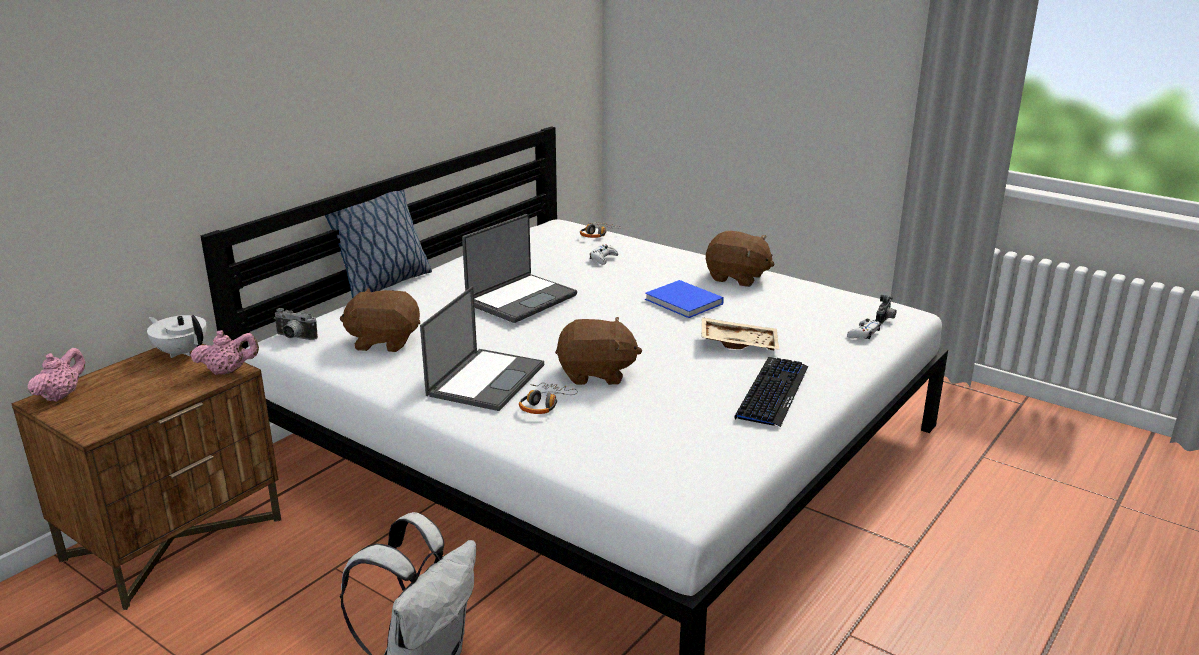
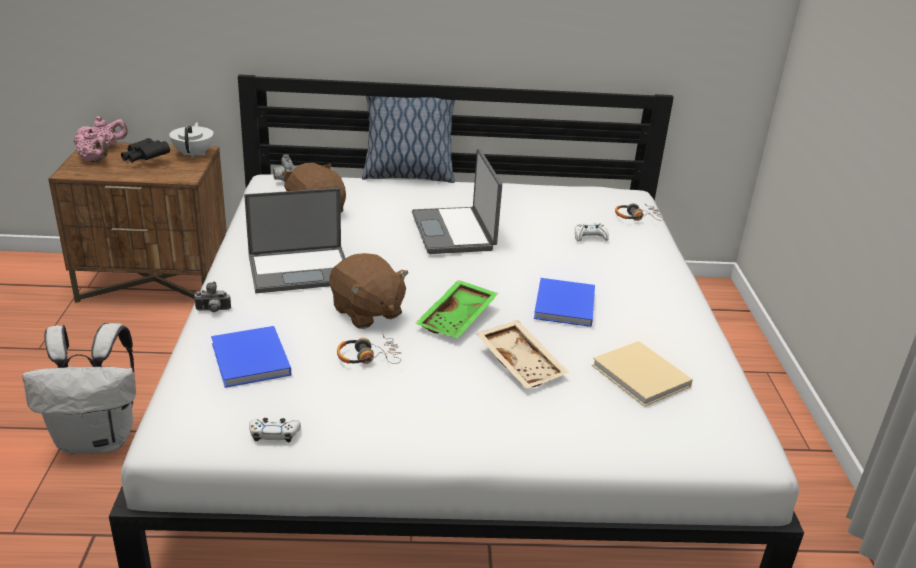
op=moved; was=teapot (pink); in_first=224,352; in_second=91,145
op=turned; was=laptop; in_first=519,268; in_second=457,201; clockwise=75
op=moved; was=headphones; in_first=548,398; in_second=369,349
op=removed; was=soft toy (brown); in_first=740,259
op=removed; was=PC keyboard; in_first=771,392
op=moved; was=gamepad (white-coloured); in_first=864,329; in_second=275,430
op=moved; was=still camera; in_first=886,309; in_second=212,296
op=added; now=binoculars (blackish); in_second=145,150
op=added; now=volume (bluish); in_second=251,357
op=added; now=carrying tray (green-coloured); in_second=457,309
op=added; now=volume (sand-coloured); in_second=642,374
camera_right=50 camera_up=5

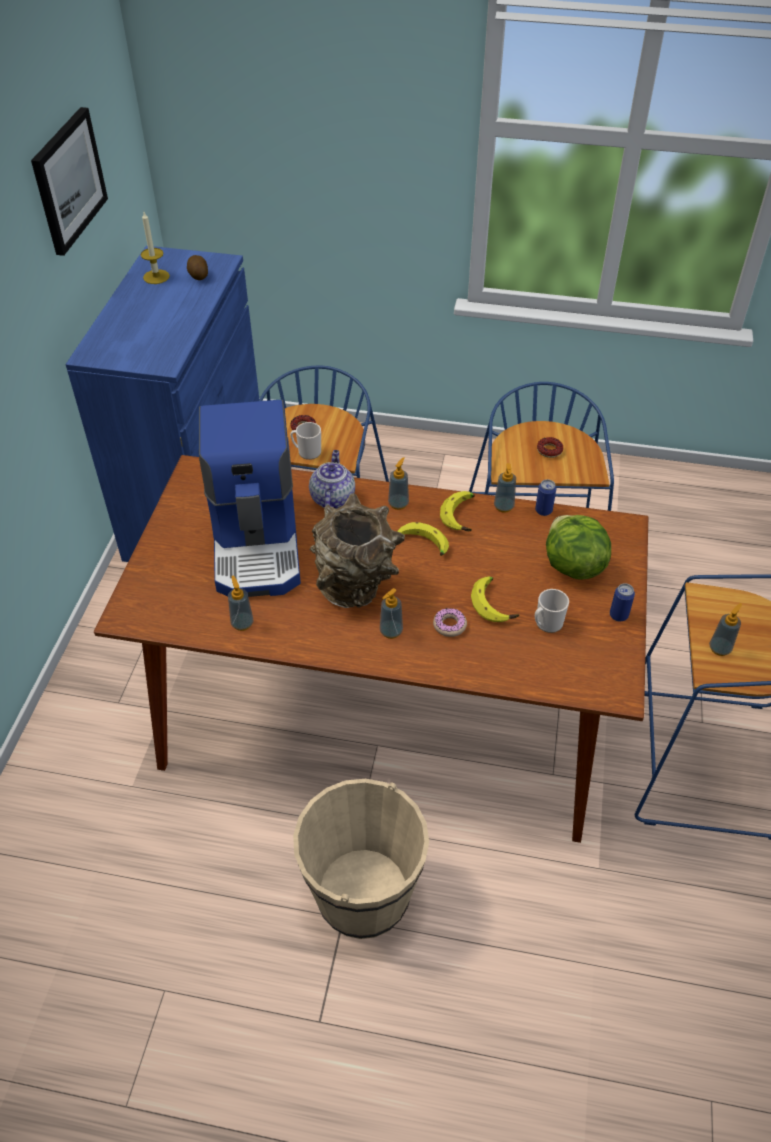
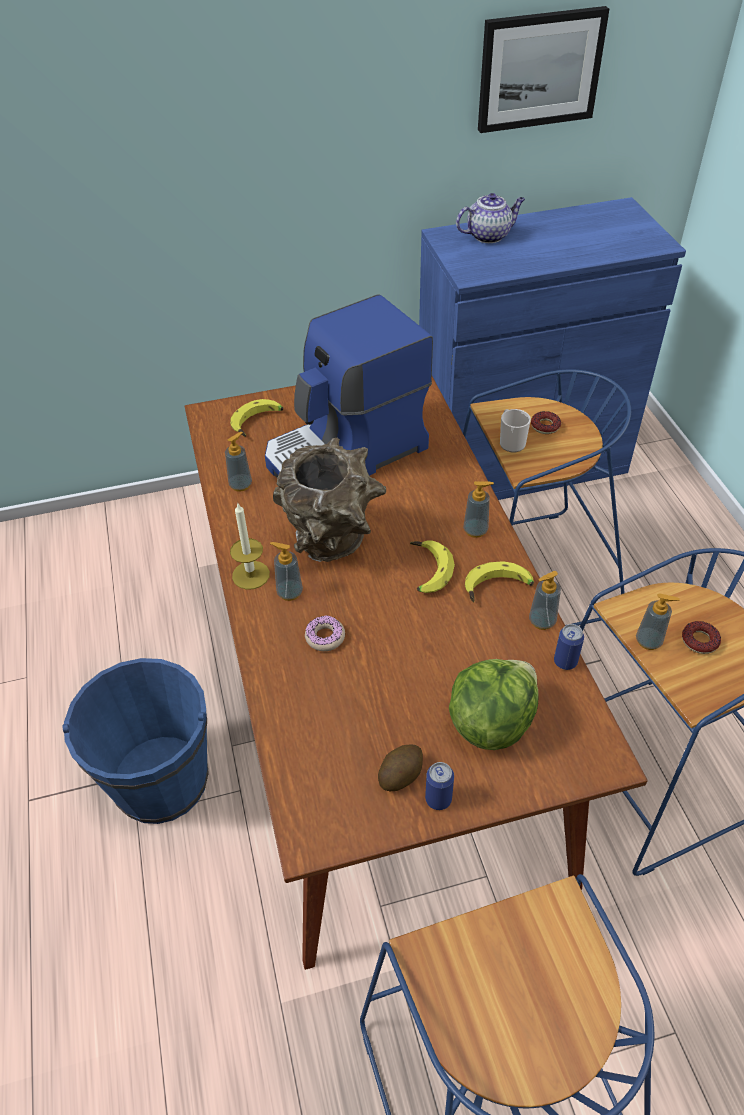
op=moved; was=candle; in_first=155,248; in_second=250,546
op=moved; was=spud; in_first=197,267; in_second=400,767
op=recoloured; was=pail (sand-coloured); now=pail (bluish); in_first=361,859; in_second=135,741
op=moved; was=teapot; in_first=332,479; in_second=490,218
op=moved; was=banana fruit; in_first=495,599; in_second=256,418
op=removed; was=mug; in_first=552,611
op=moved; was=liquid soap bottle; in_first=725,629; in_second=658,621
camera_right=65 camera_up=0

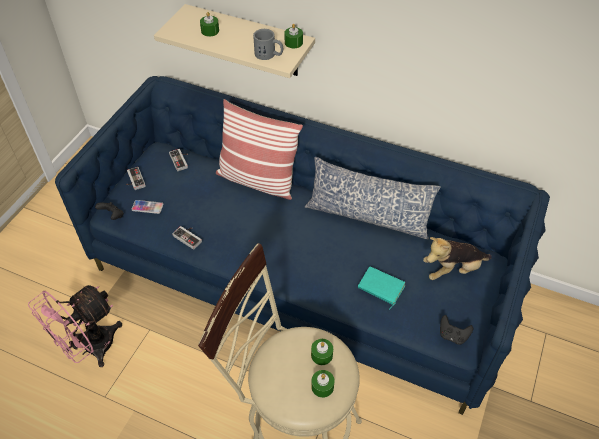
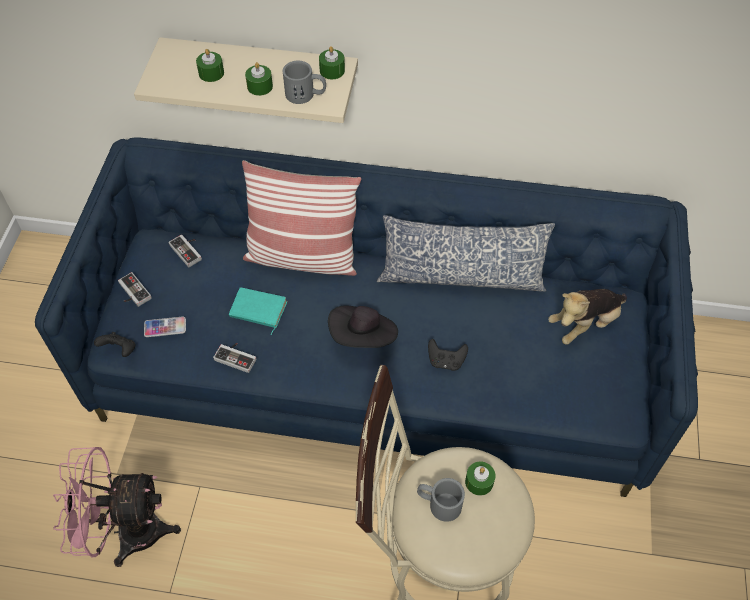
op=turned; was=electric fan (pink); in_first=75,326; in_second=117,507; clockwise=60
op=moved; was=candle (green-coloured); in_first=323,384; in_second=259,79
op=moved; was=volume (blue-green); in_first=381,288; in_second=258,311
op=moved; was=gamepad (blackish); in_first=456,330; in_second=448,355
op=added; now=hat (blackish); in_second=363,326
op=added; now=mug (gray); in_second=441,500
camera_right=-15 camera_up=5

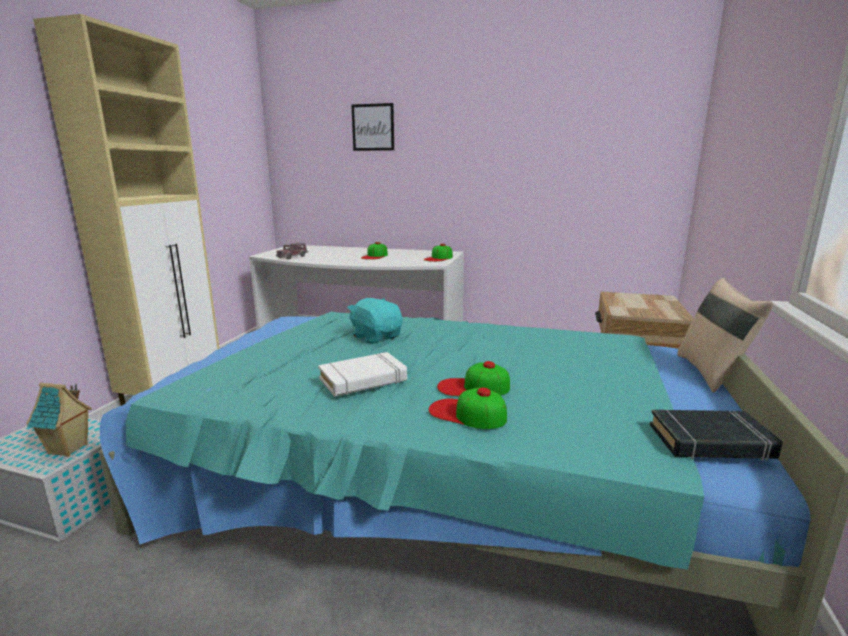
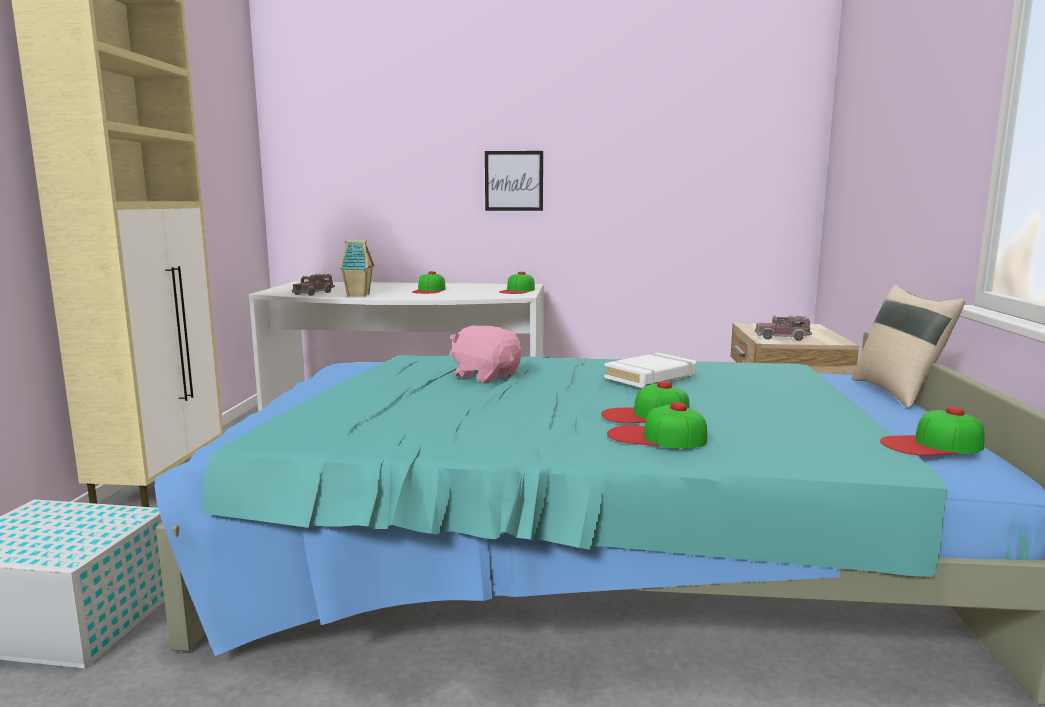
op=moved; was=toy house; in_first=59,420; in_second=356,268
op=moved; was=volume (white-coloured); in_first=362,374; in_second=650,370
op=recoloured; was=soft toy (blue-green); now=soft toy (pink); in_first=375,321; in_second=486,354
op=moved; was=picture; in_first=372,127; in_second=514,181
op=replaced; was=volume (blackish); now=baseball cap; in_first=716,435; in_second=932,431
op=added; now=toy lorry; in_second=783,327
camera_right=-10 camera_up=-5

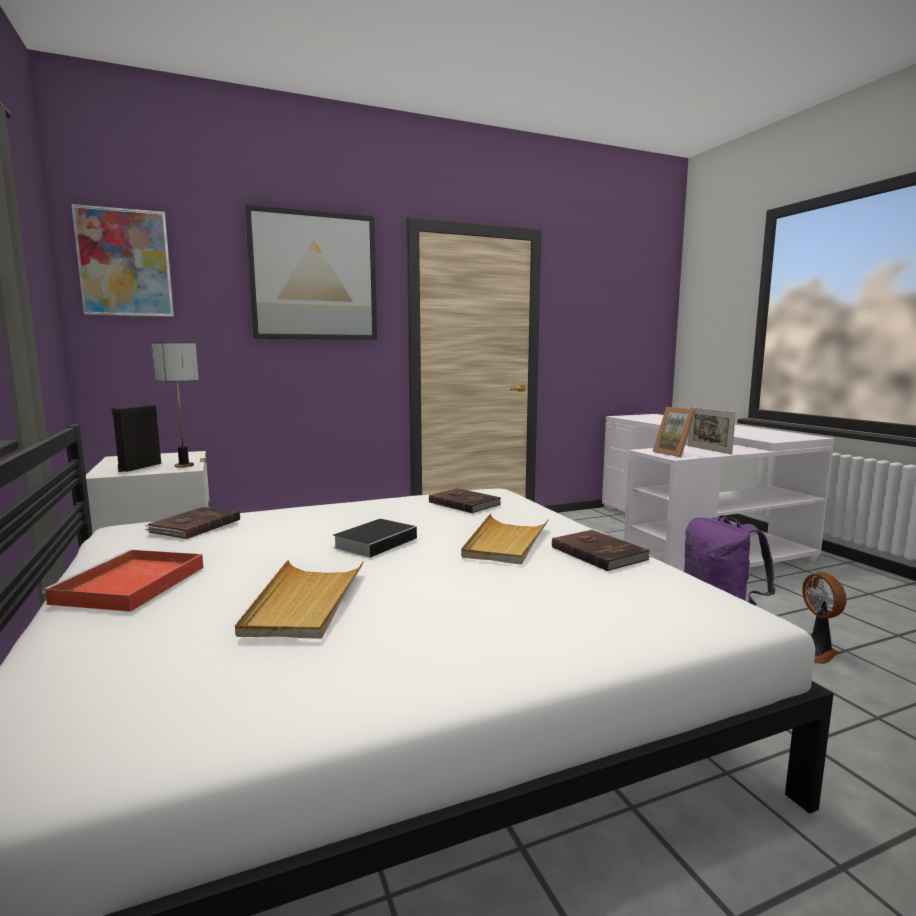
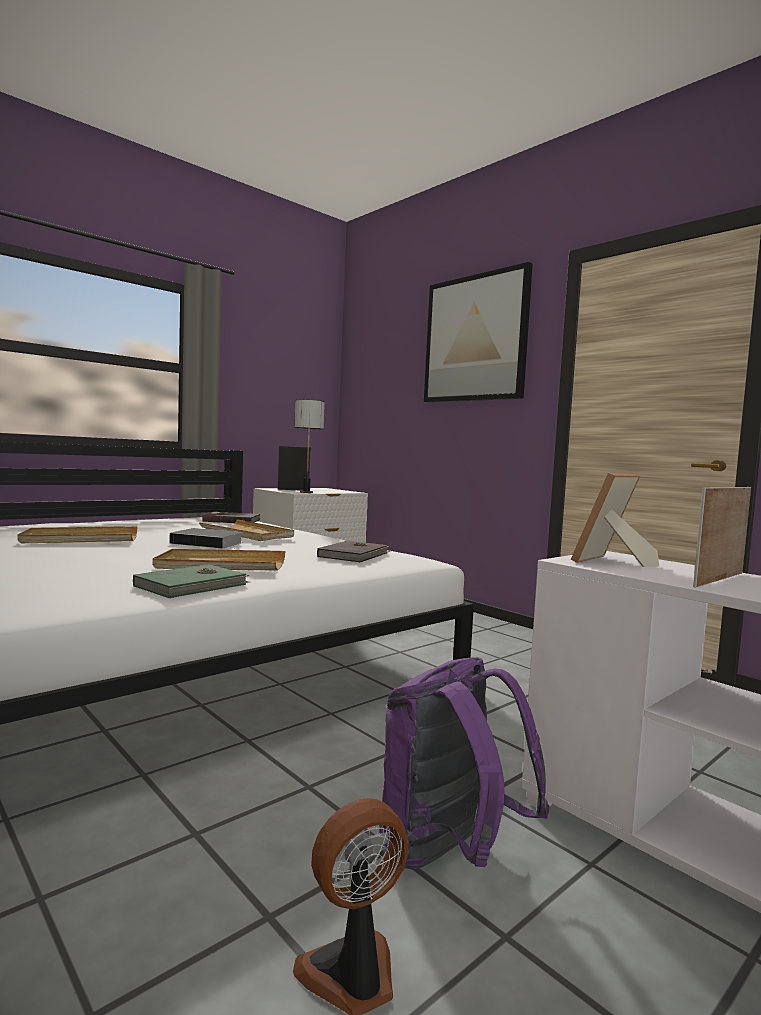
op=removed; was=carrying tray (red-coloured); in_first=123,580
op=removed; was=picture; in_first=122,260
op=recoloured; was=volume (brown); now=volume (green-coloured); in_first=601,550; in_second=191,581
op=added; now=carrying tray (sand-coloured); in_second=246,530
camera_right=70 camera_up=-5

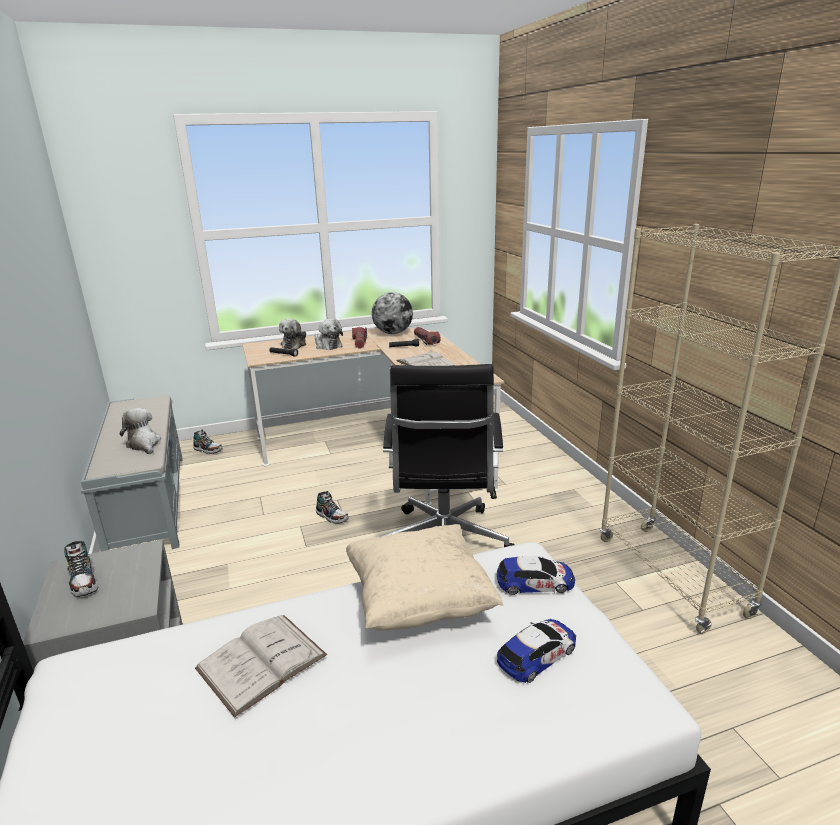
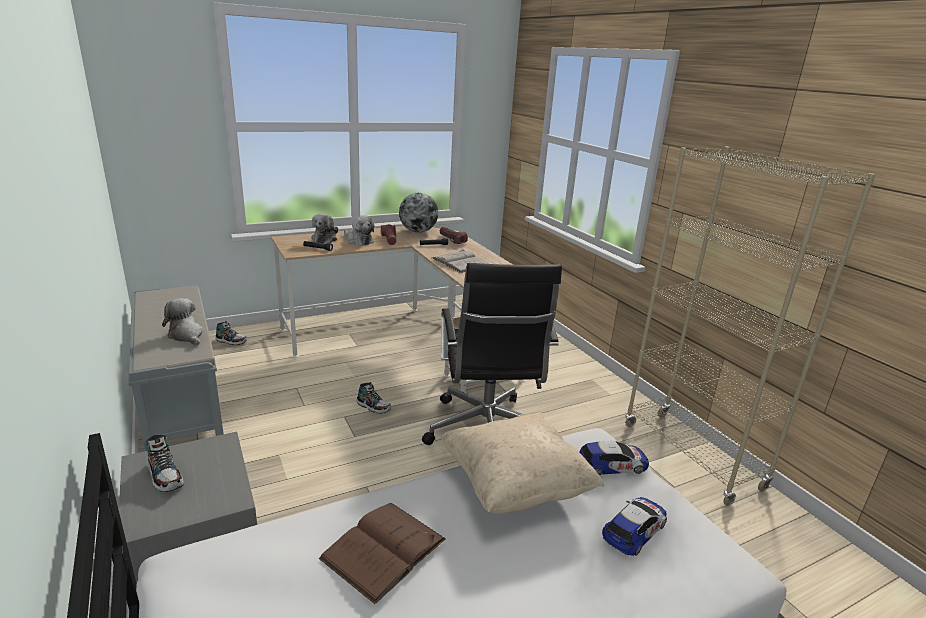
op=recoloured; was=volume (white-coloured); now=volume (brown); in_first=261,666; in_second=382,553
camera_right=-10 camera_up=0

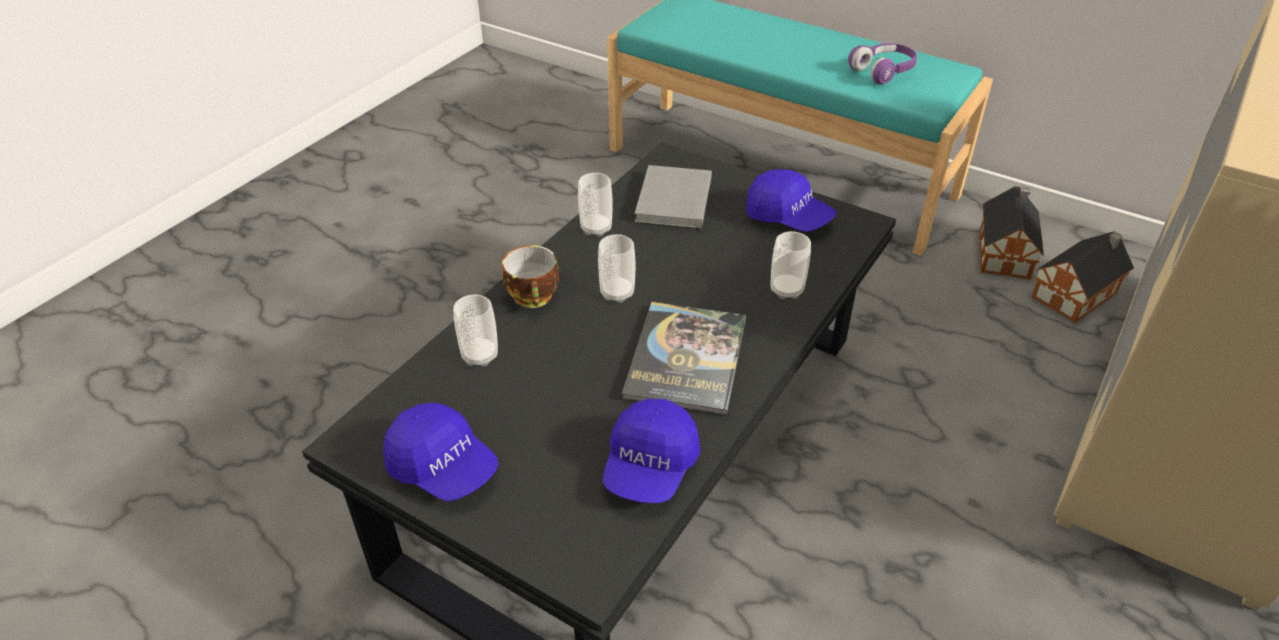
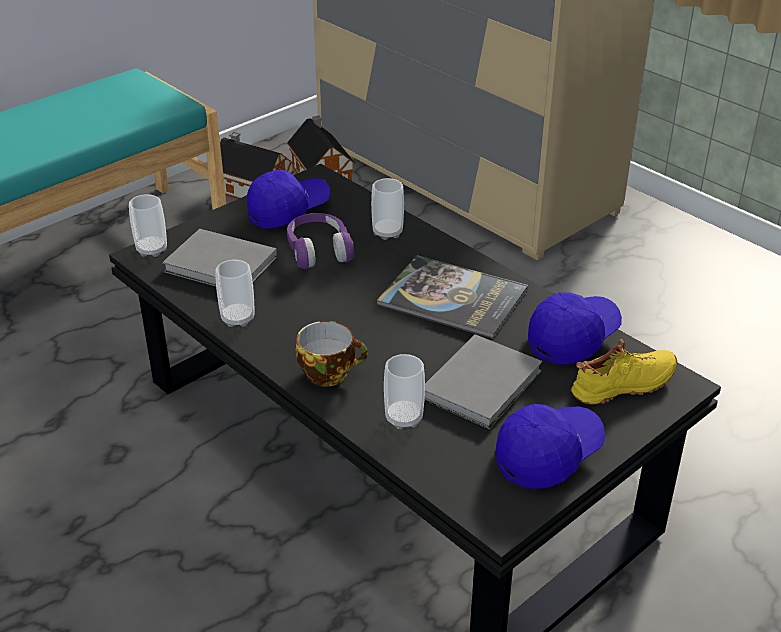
op=moved; was=cup; in_first=616,268; in_second=148,225
op=turned; was=baseball cap (bluish); in_first=651,451; in_second=575,328; clockwise=-75
op=moved; was=headphones (purple); in_first=882,63; in_second=320,241
op=added; now=volume (gray); in_second=483,381
op=added; now=shoe (yellow); in_second=624,372
camera_right=-75 camera_up=-5

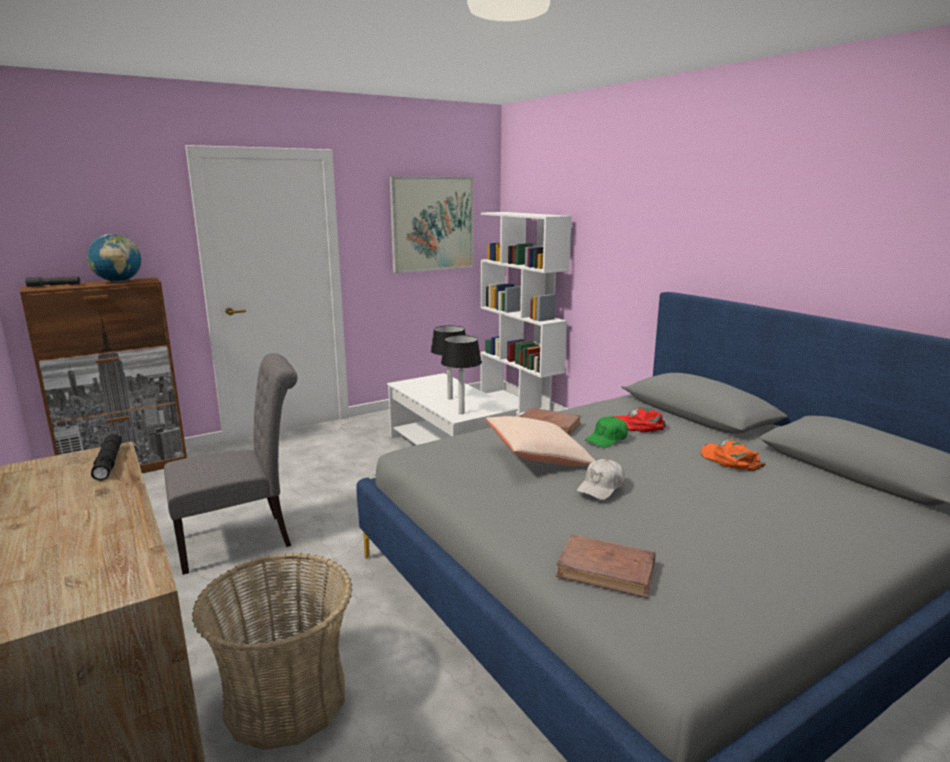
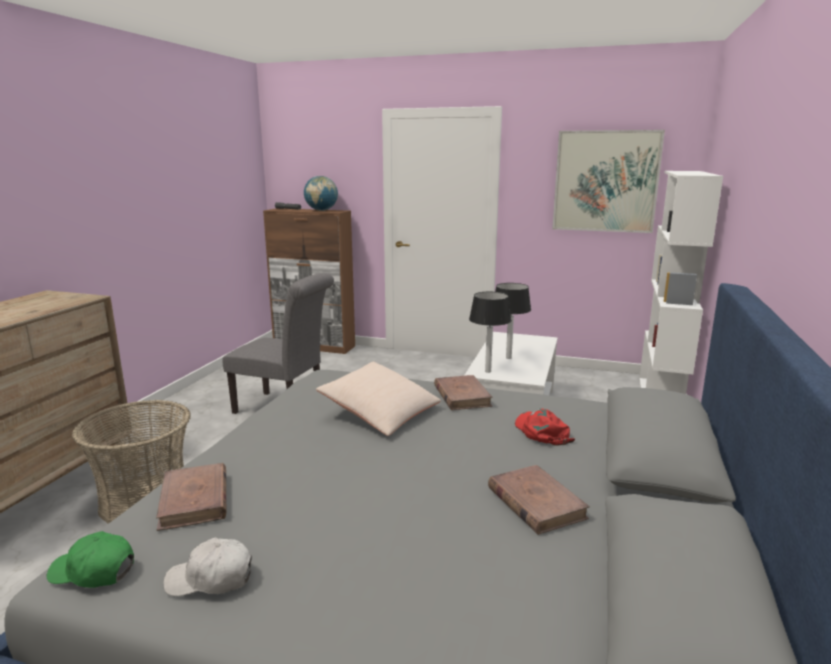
op=removed; was=flashlight (blackish); in_first=106,457
op=moved; was=baseball cap (white-coloured); in_first=601,479; in_second=208,566
op=moved; was=baseball cap (green-coloured); in_first=606,432; in_second=90,559
op=replaced; was=baseball cap (orange-coloured); now=volume (brown); in_first=733,455; in_second=539,500
camera_right=50 camera_up=0

